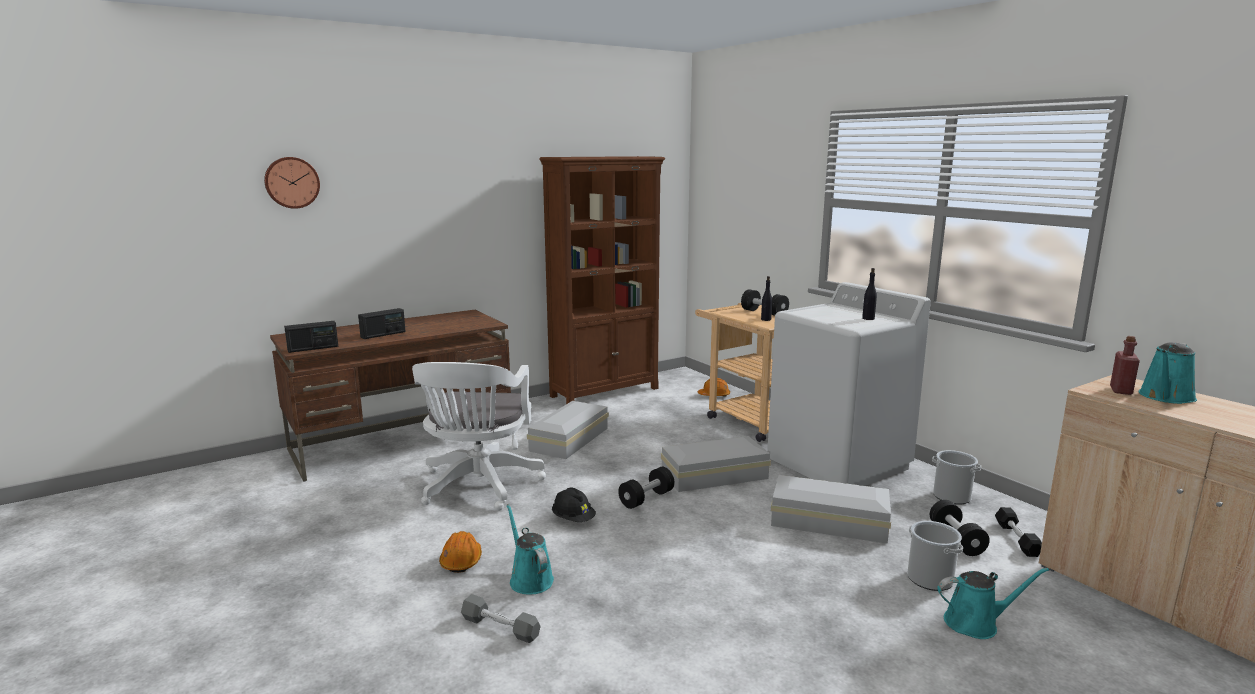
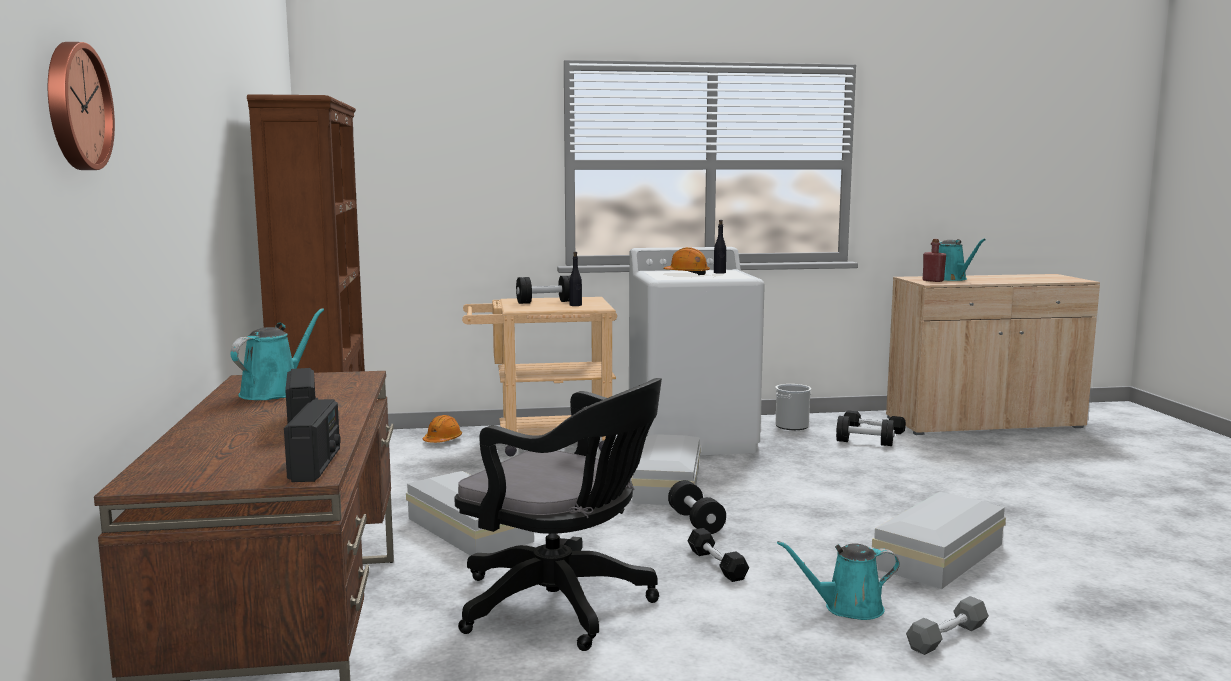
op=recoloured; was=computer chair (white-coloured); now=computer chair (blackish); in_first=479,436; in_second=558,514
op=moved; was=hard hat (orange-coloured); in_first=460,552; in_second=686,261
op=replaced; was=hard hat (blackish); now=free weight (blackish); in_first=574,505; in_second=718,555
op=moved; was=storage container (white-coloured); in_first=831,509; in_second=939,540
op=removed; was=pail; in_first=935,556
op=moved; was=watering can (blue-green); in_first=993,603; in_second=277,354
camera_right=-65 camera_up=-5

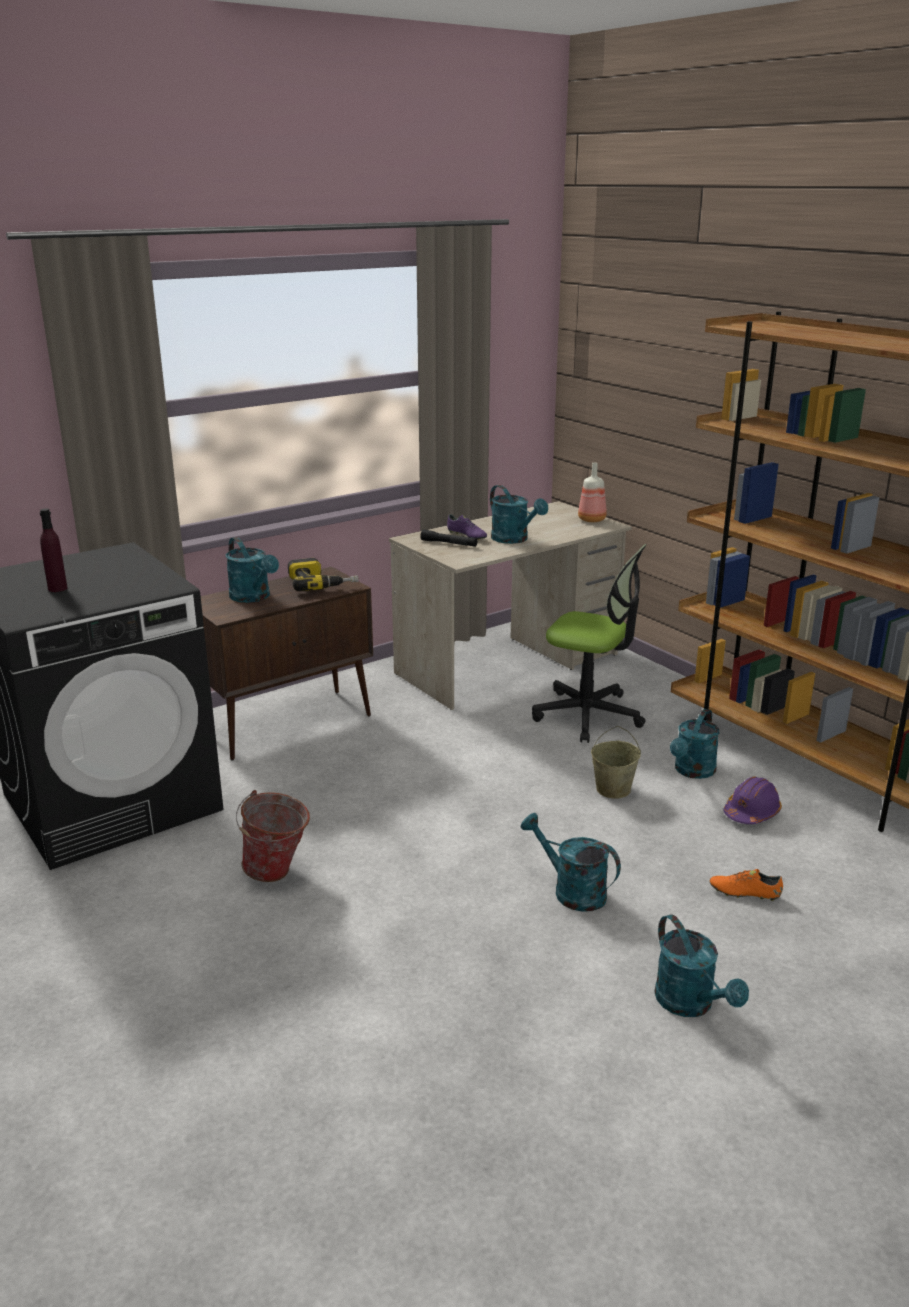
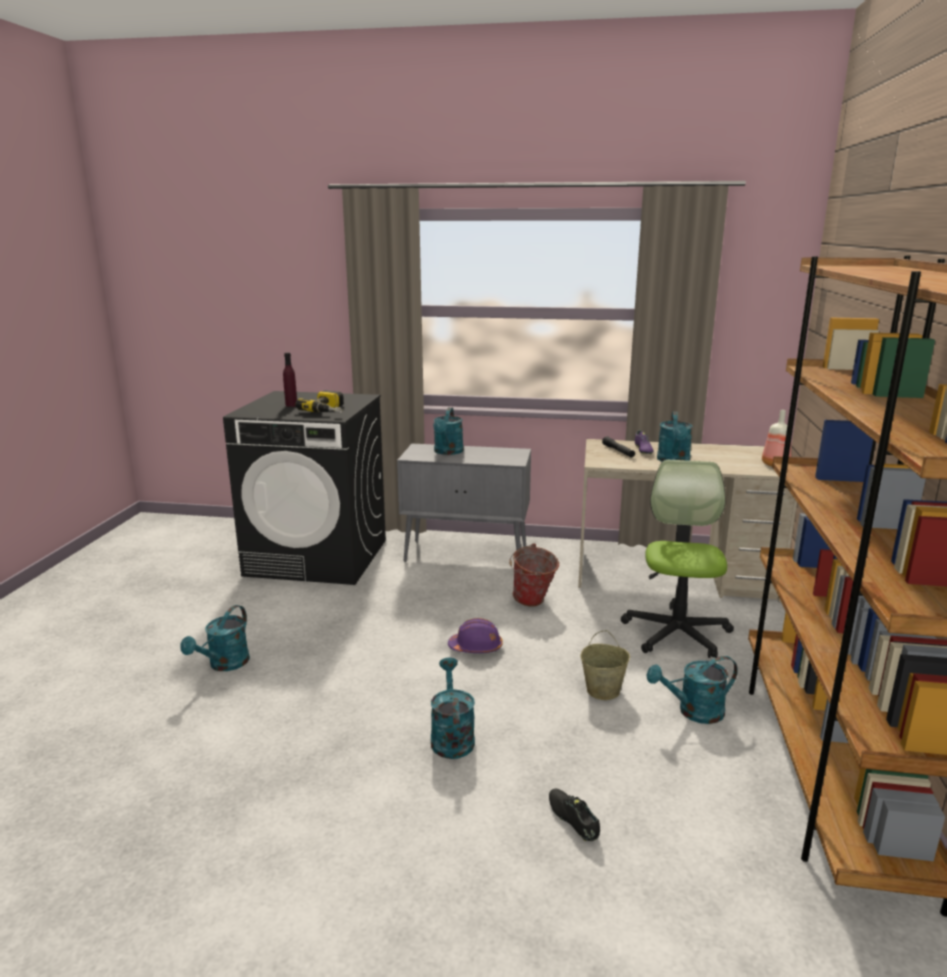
op=recoloured; was=cupboard (brown); now=cupboard (gray); in_first=287,663; in_second=464,503
op=moved; was=pail; in_first=273,836; in_second=534,574
op=moved; was=power drill; in_first=323,574; in_second=319,401
op=turned; was=computer chair; in_first=589,643; in_second=677,559; clockwise=-150
op=moved; was=watering can (blue-green); in_first=701,965; in_second=215,638
op=recoloured; was=shoe (orange-coloured); now=shoe (blackish); in_first=746,885; in_second=574,815
op=moved; was=hard hat (purple); in_first=752,800; in_second=475,635
camera_right=45 camera_up=-5

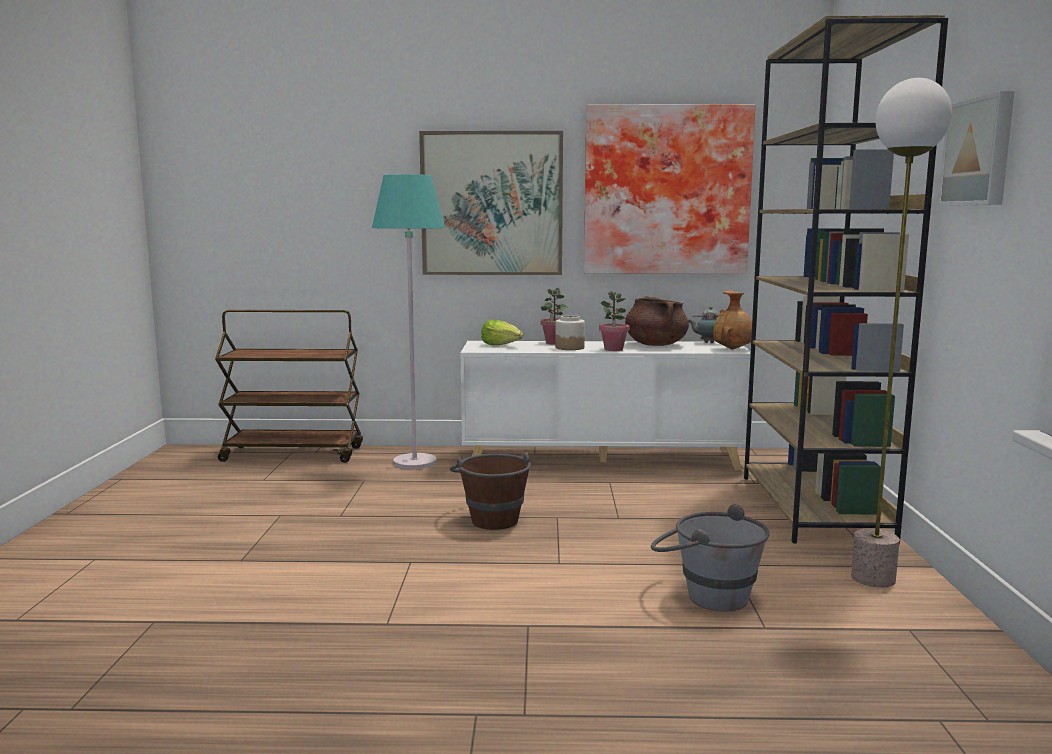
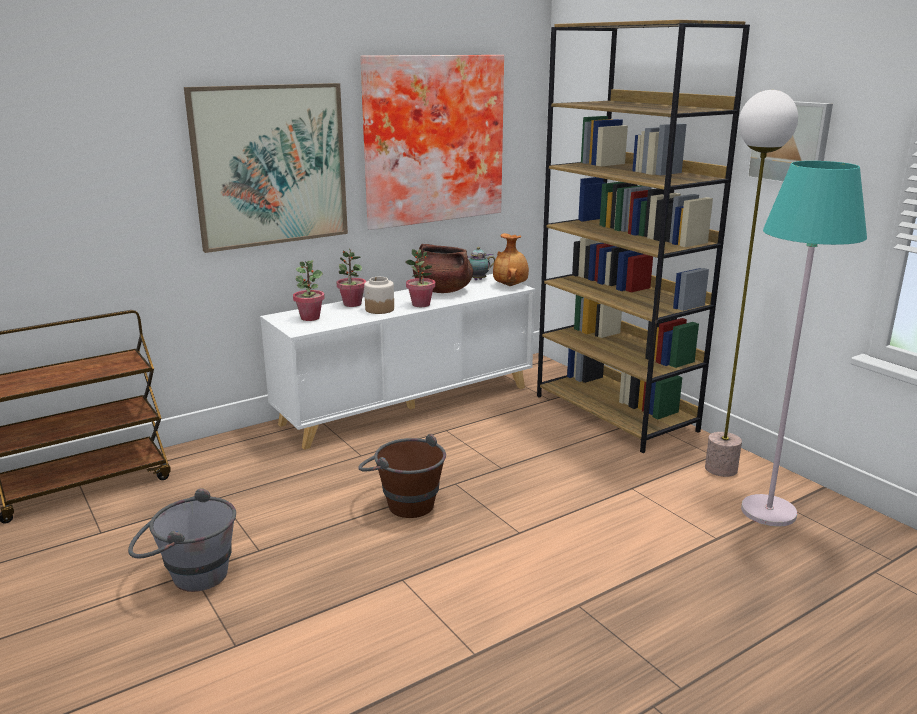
op=moved; was=floor lamp (blue-green); in_first=408,321; in_second=804,344
op=replaced; was=head of lettuce; now=plant in a pot; in_first=502,332; in_second=309,290
op=moved; was=pail (gray); in_first=710,558; in_second=182,540
camera_right=-35 camera_up=10

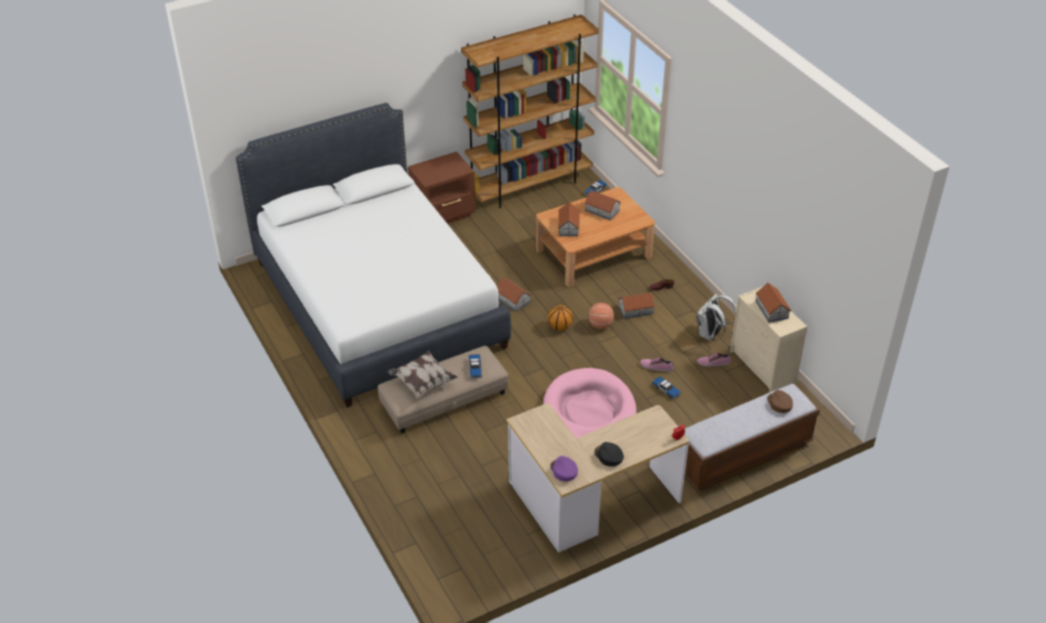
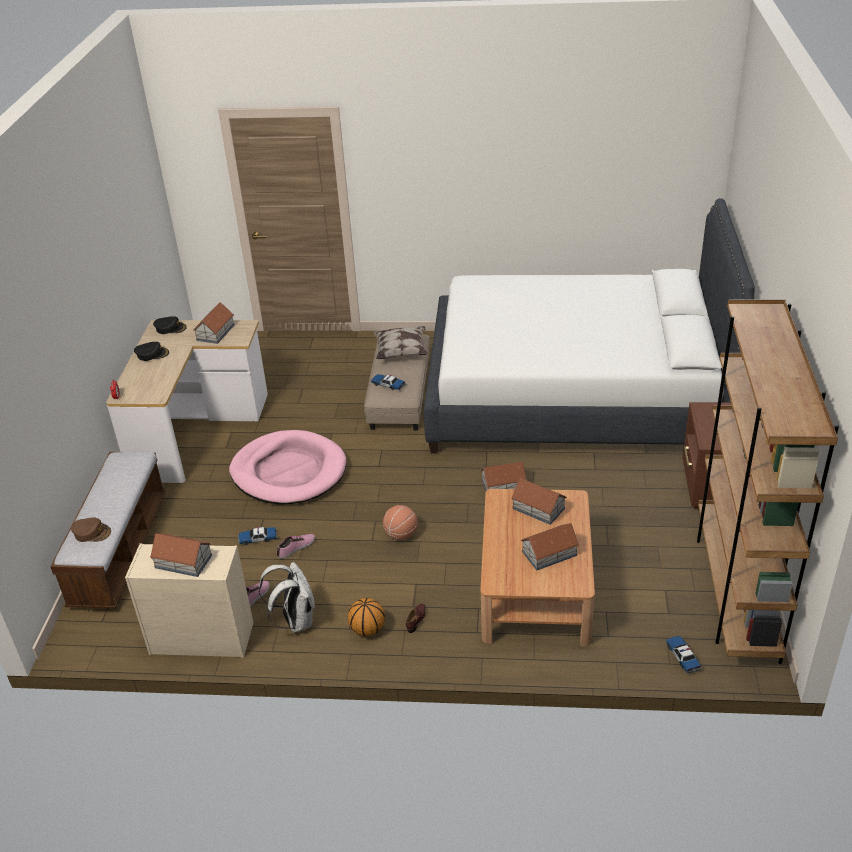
op=moved; was=basketball ball; in_first=560,318; in_second=366,617
op=recoloured; was=baseball cap (purple); now=baseball cap (blackish); in_first=564,468; in_second=170,325
op=moved; was=toy house; in_first=636,305; in_second=214,323
camera_right=125 camera_up=-5

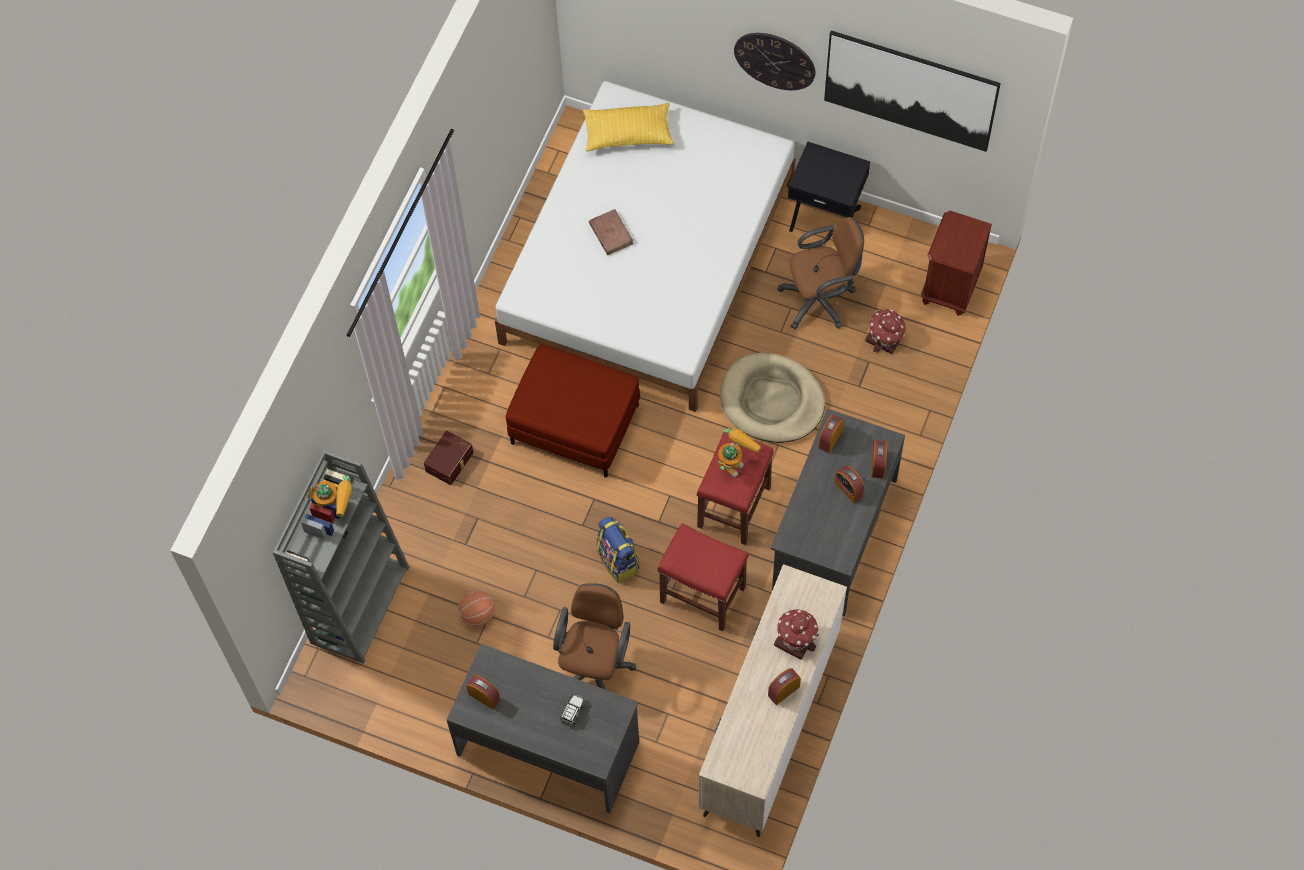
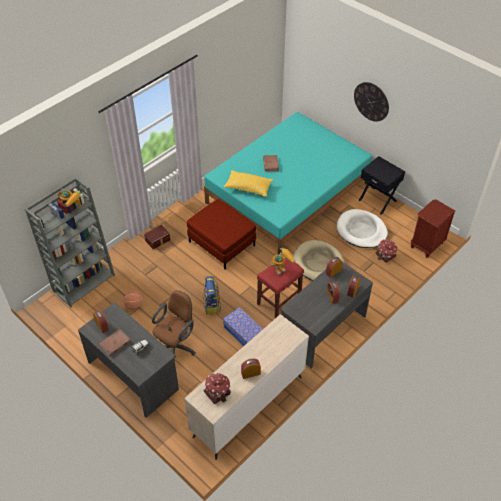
op=recoloured; was=bed (white-coloured); now=bed (blue-green); in_first=645,246; in_second=288,183
op=moved; was=pillow (yellow); in_first=628,127; in_second=248,183
op=replaced; was=stool seat (red-coloured); now=storage container; in_first=703,577; in_second=243,326
op=moved; was=toy house; in_first=796,634; in_second=217,388
op=replaced; was=computer chair (brown); now=pet bed (white-coloured); in_first=820,273; in_second=362,228
op=removed; was=picture; in_first=912,91
op=added; now=volume (brown); in_second=115,342
camera_right=20 camera_up=-15

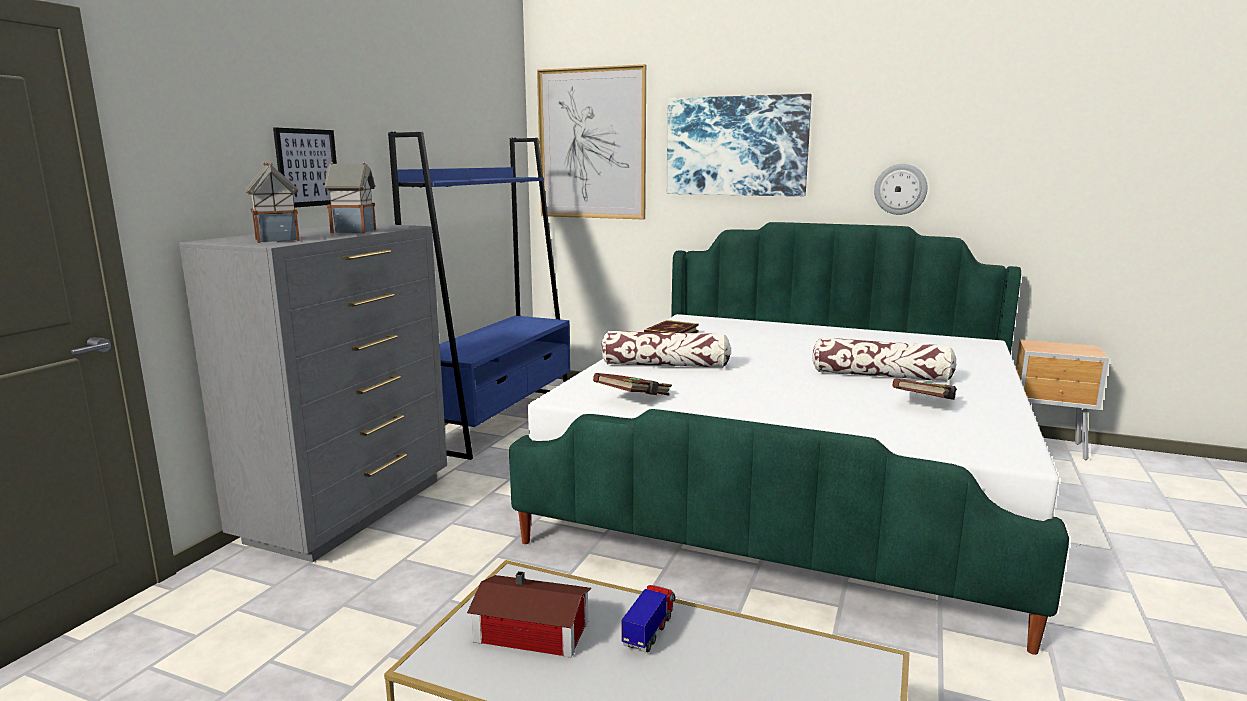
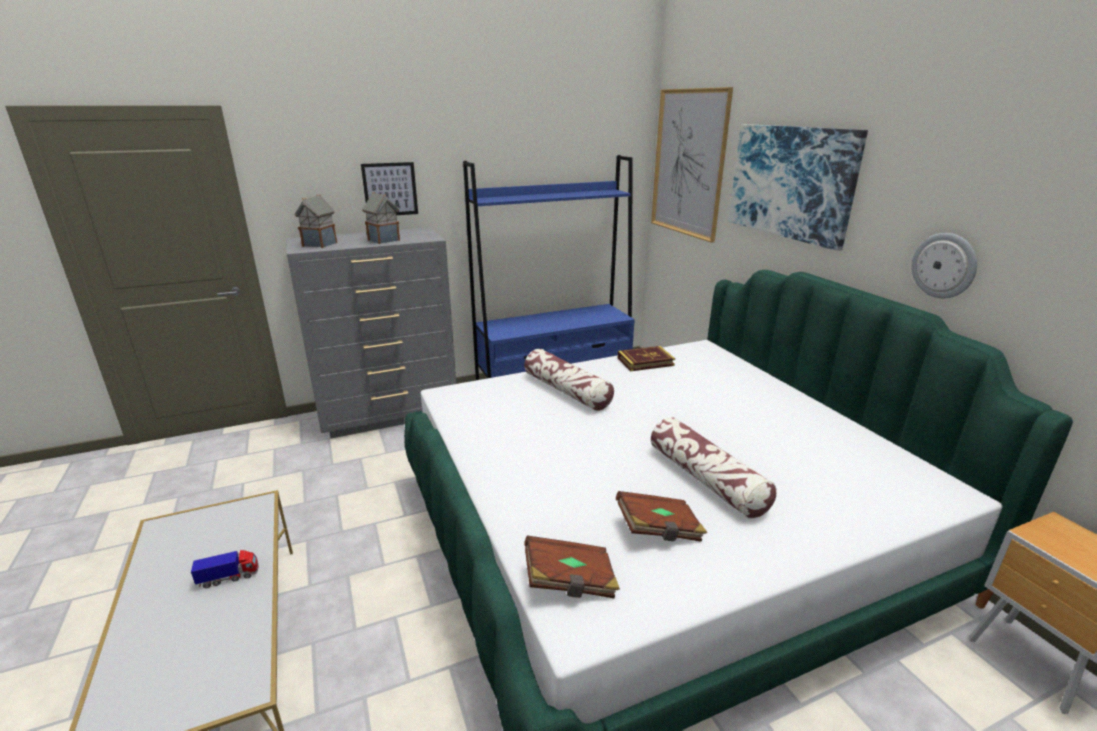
op=removed; was=toy house; in_first=529,614
op=moved; was=volume (brown); in_first=632,384; in_second=572,566
camera_right=45 camera_up=10

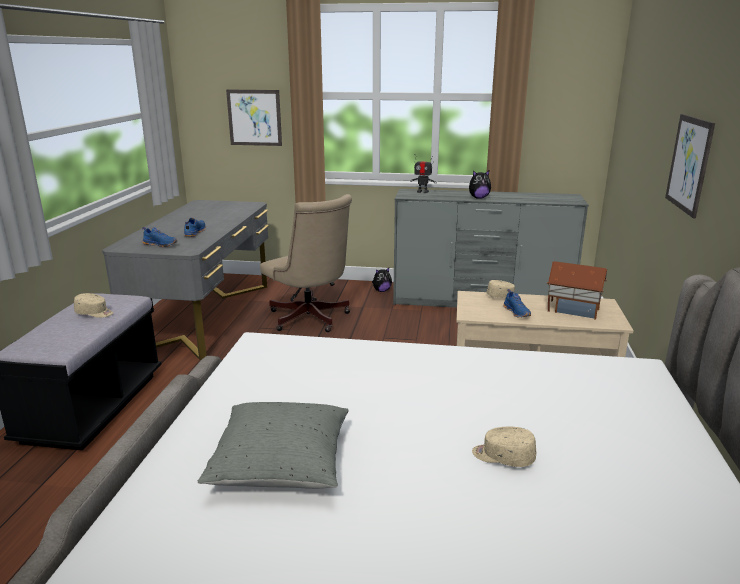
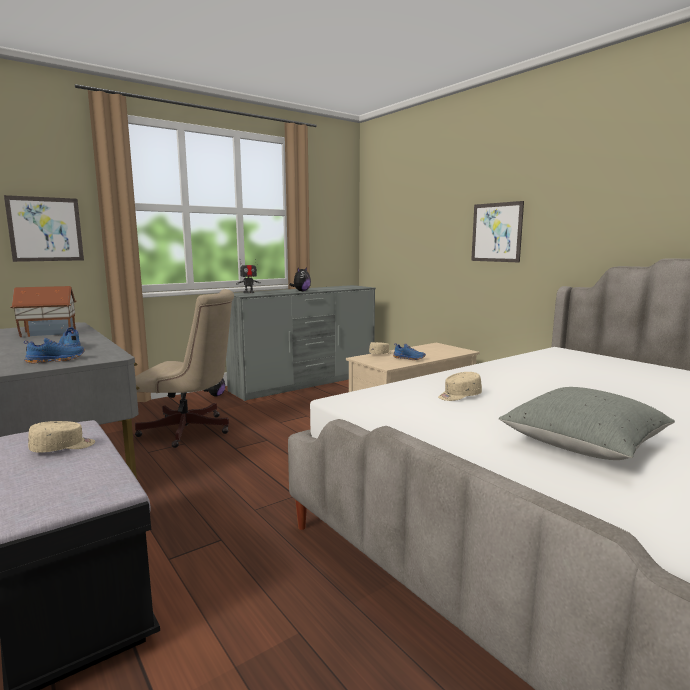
op=moved; was=baseball cap (sand-coloured); in_first=504,447; in_second=460,386
op=moved; was=toy house; in_first=577,290; in_second=43,311
camera_right=-45 camera_up=-10

